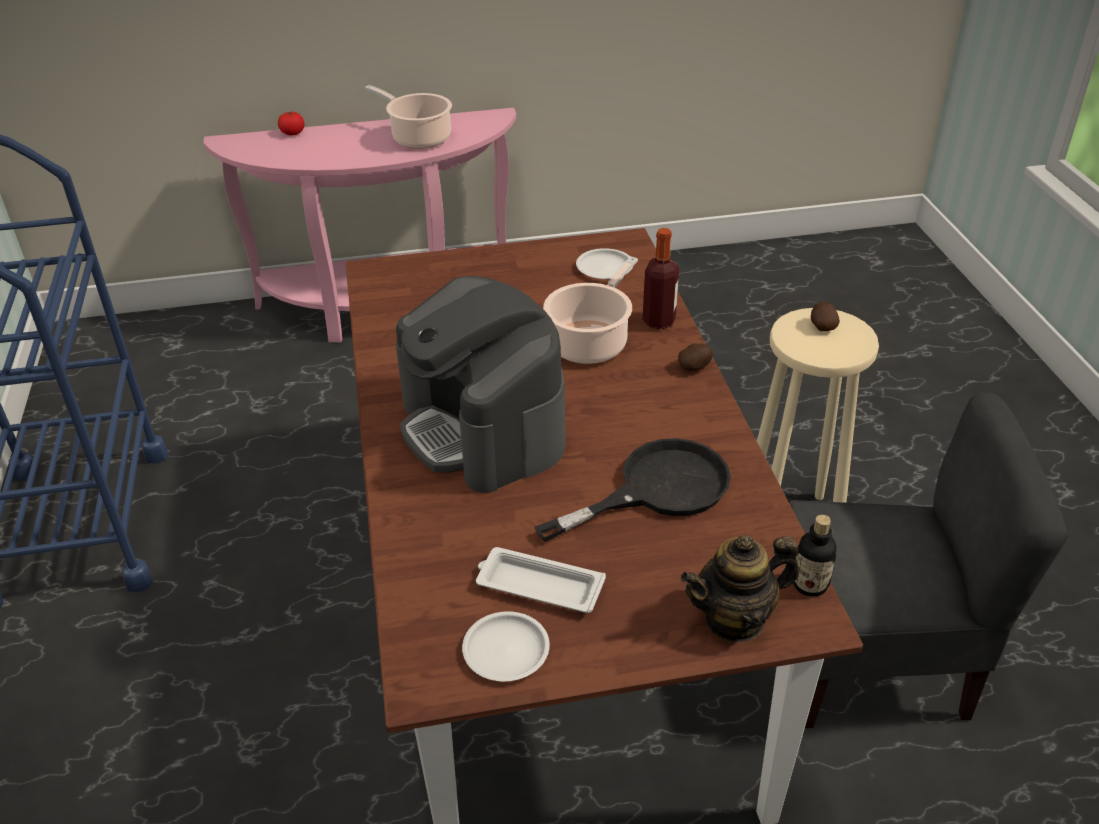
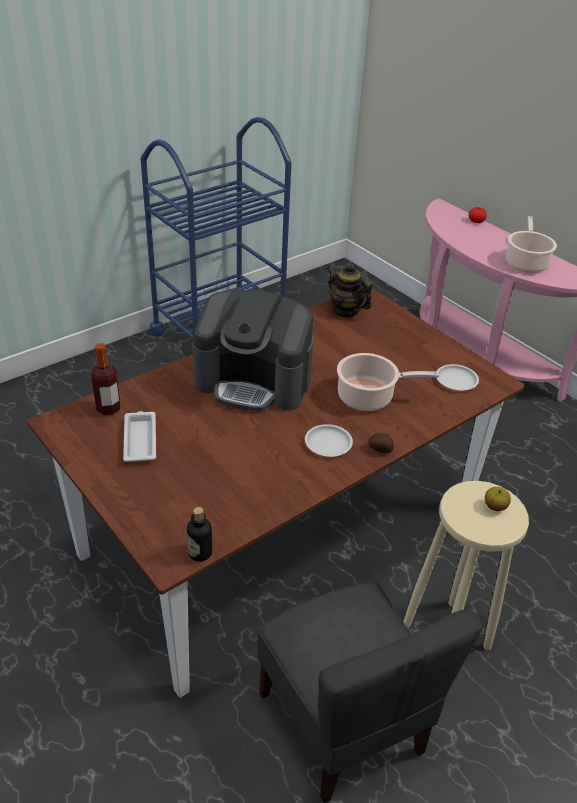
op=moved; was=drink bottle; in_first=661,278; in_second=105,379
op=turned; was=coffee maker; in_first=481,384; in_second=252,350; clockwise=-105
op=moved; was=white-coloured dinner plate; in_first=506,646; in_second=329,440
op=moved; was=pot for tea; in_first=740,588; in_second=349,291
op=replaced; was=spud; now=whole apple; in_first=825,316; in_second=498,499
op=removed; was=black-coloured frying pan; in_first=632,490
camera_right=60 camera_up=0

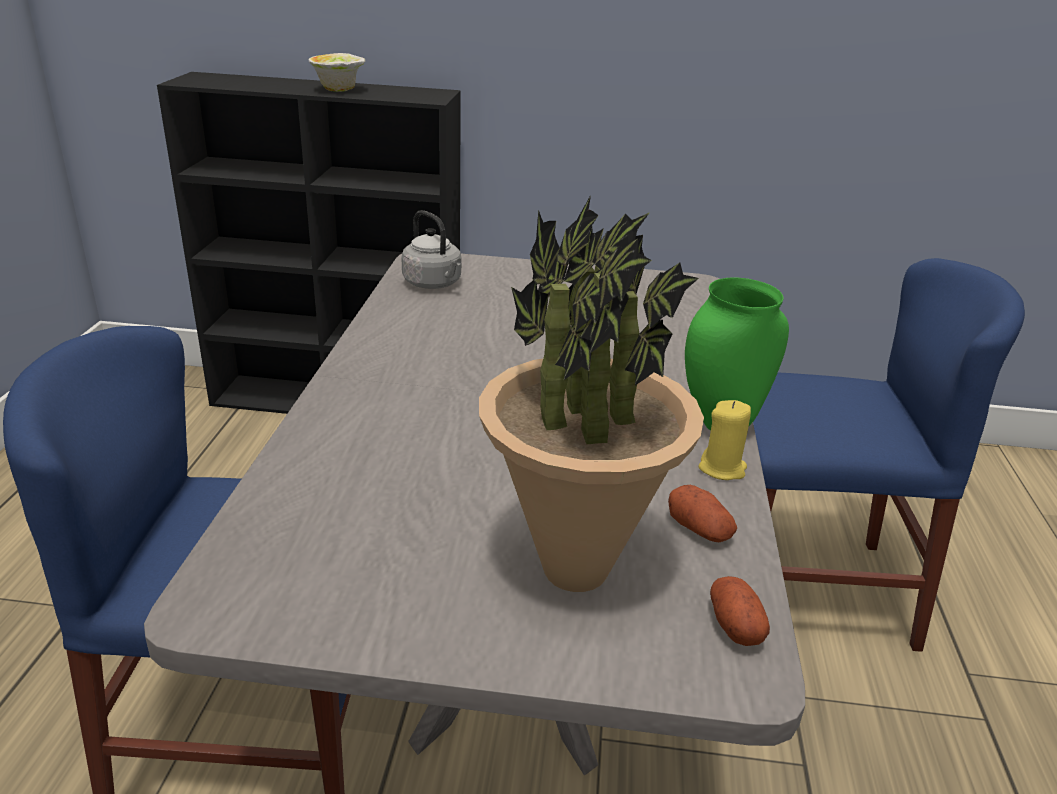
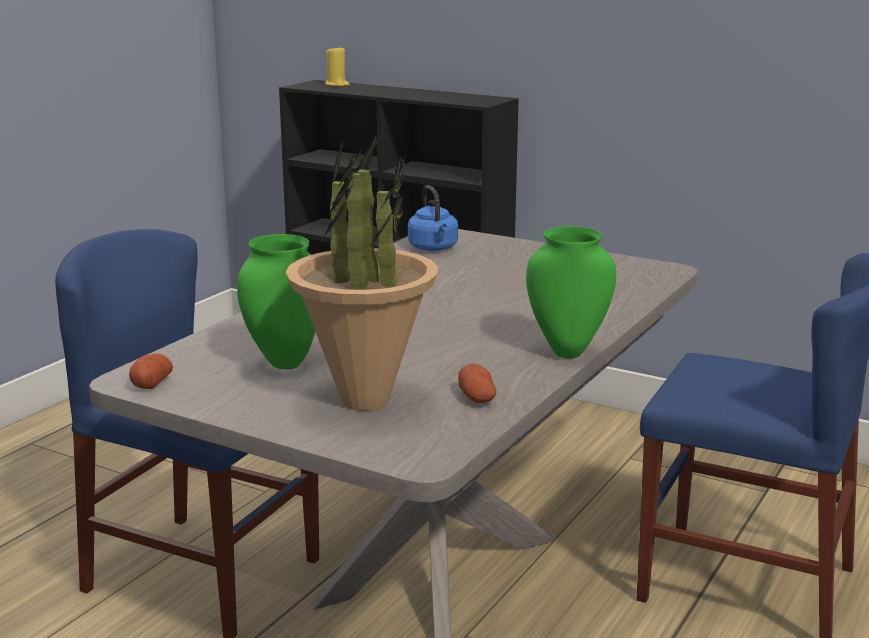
op=moved; was=spud; in_first=740,611; in_second=151,371
op=added; now=green-coloured decorative vase; in_second=276,301
op=moved; was=yellowish candle; in_first=724,440; in_second=337,65
op=recoloured; was=gray tea kettle; now=bluish tea kettle; in_first=431,249; in_second=433,218
op=removed; was=serving bowl; in_first=336,72
camera_right=25 camera_up=-10

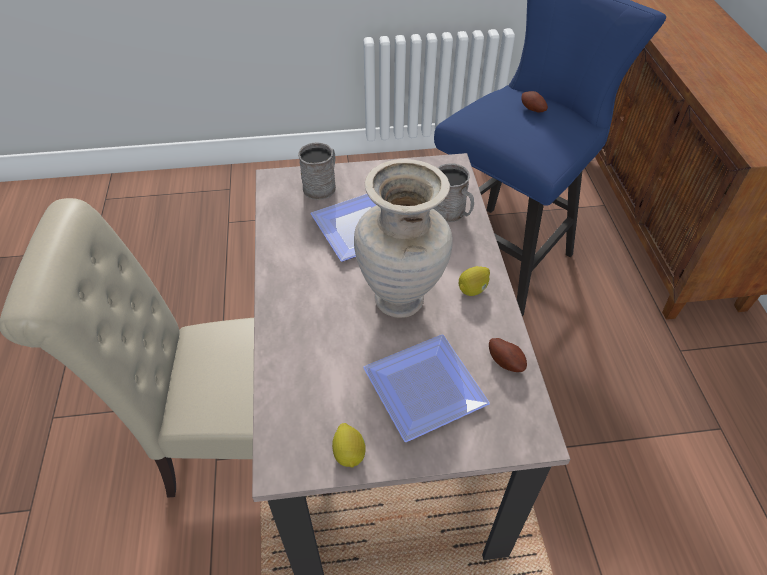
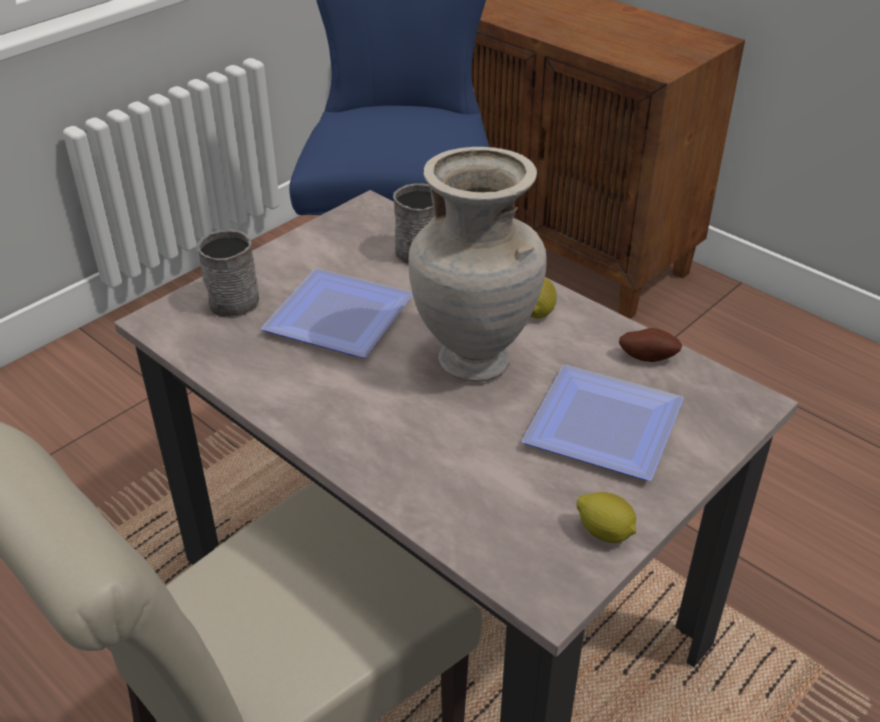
op=removed; was=spud; in_first=534,101
camera_right=-40 camera_up=-10

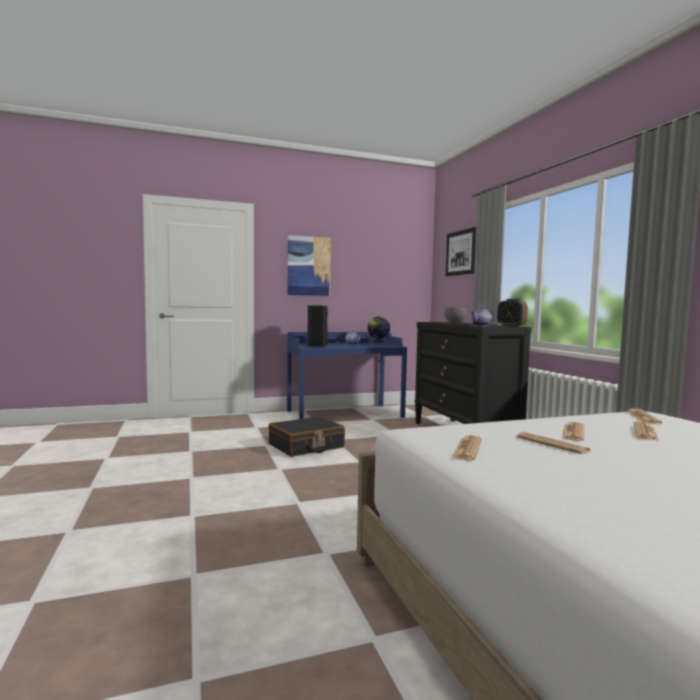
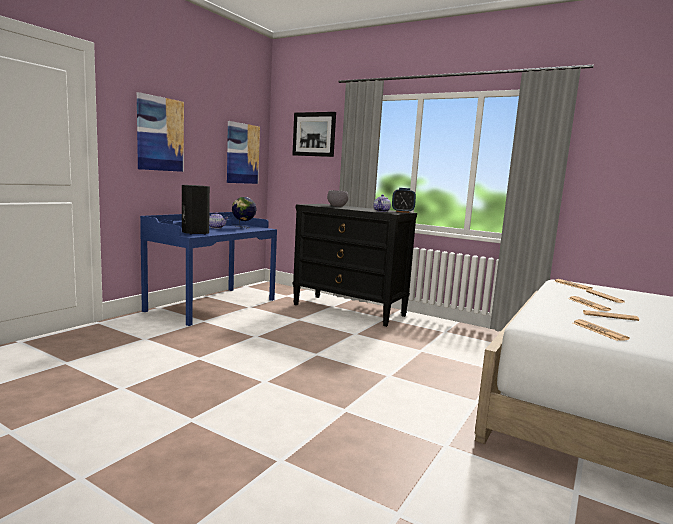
op=added; now=wall picture; in_second=243,152
op=removed; was=black-coloured suitcase; in_first=306,436
camera_right=-40 camera_up=5

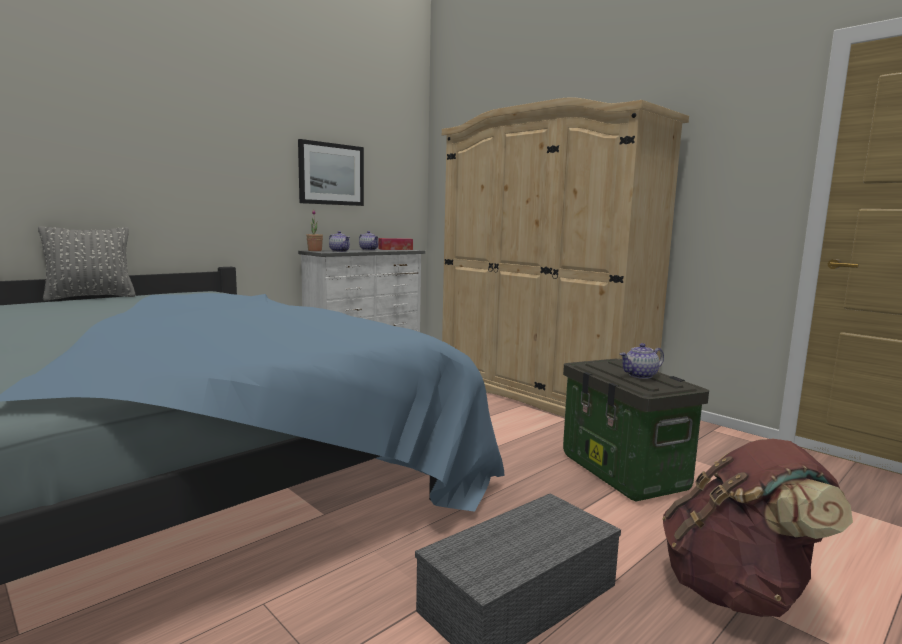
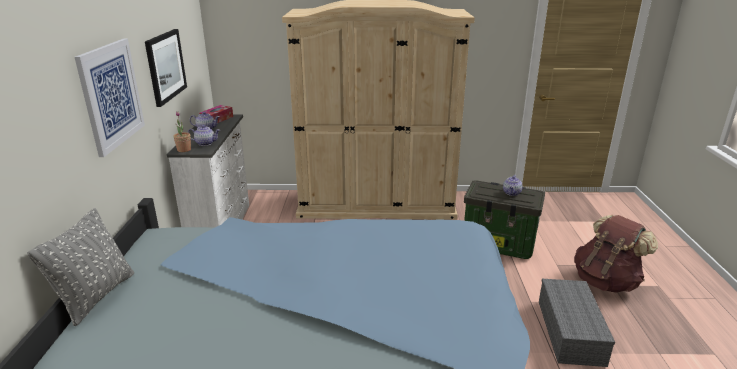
op=added; now=wall picture; in_second=110,98
camera_right=-45 camera_up=15

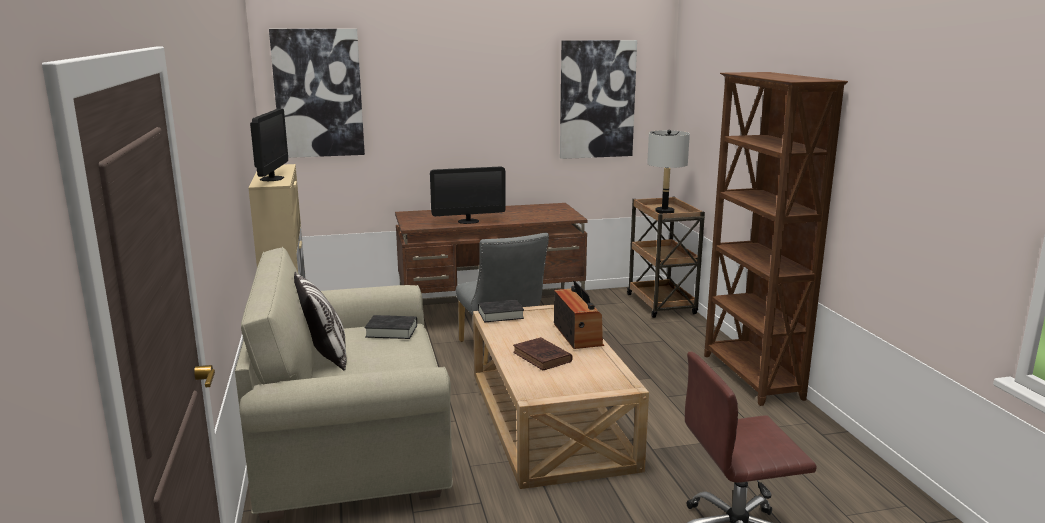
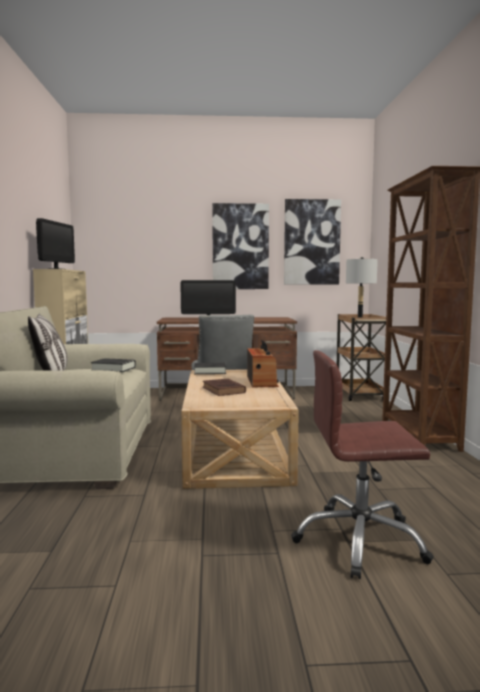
op=moved; was=wall picture; in_first=317,93; in_second=240,246
camera_right=10 camera_up=-10

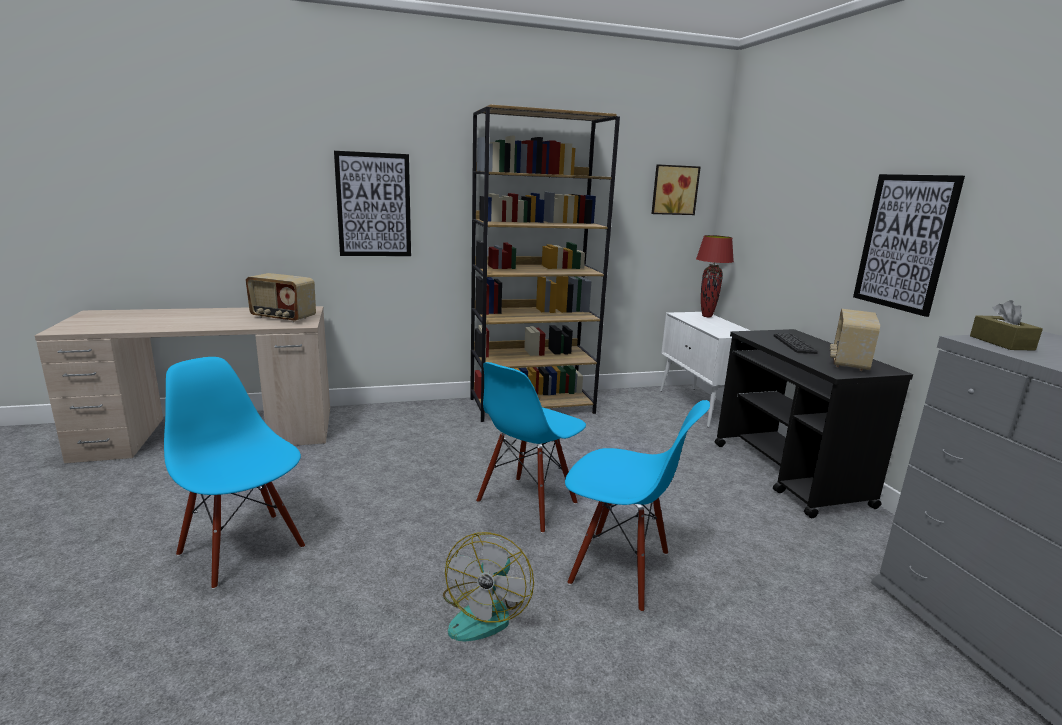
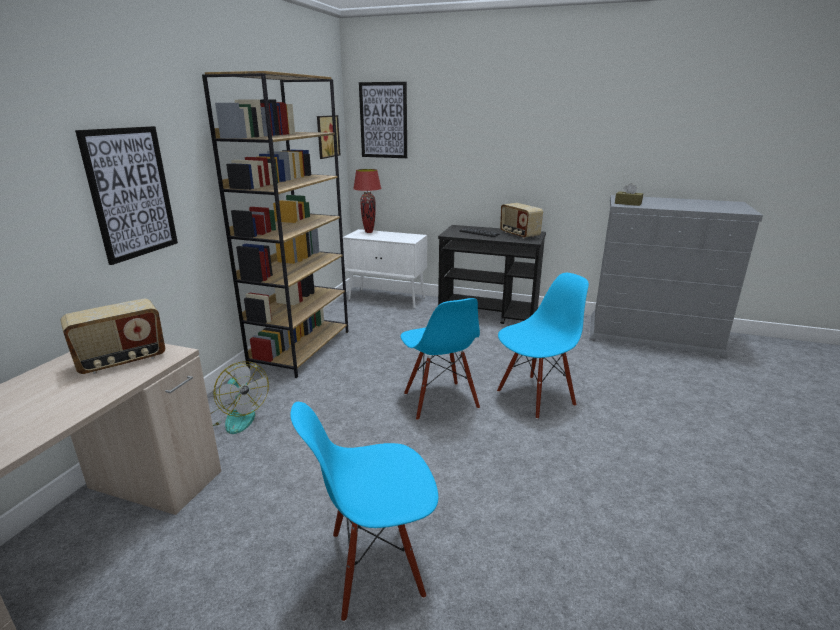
op=moved; was=electric fan; in_first=488,586; in_second=239,398
op=moved; was=wall picture; in_first=909,245; in_second=383,120
camera_right=-55 camera_up=5

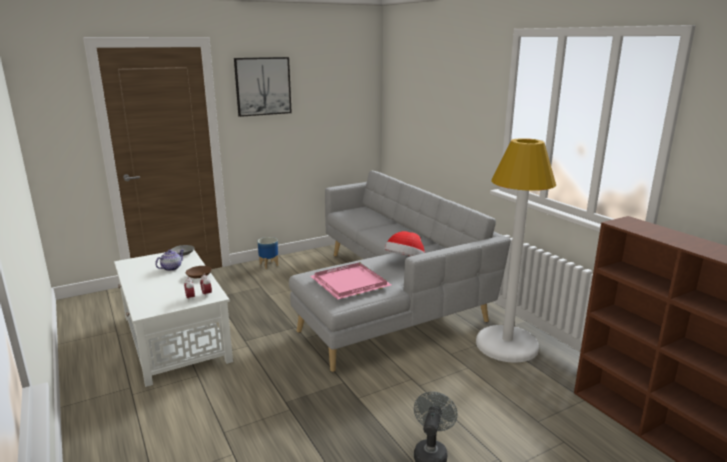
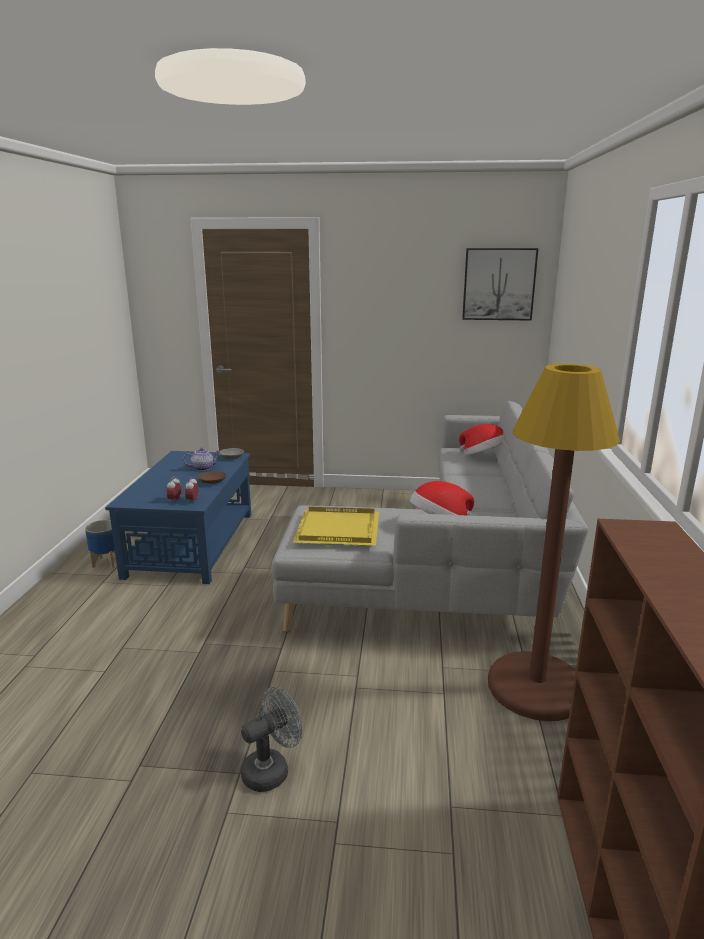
op=moved; was=planter; in_first=268,253; in_second=100,544
op=recoloured; was=white-coloured coffee table; now=bluish coffee table; in_first=173,318; in_second=178,517
op=recoloured; was=pinkish serving tray; now=yellowish serving tray; in_first=350,281; in_second=336,526
op=added; now=hat; in_second=481,440
op=moved; was=wall picture; in_first=263,87; in_second=500,284
op=recoloured; was=white-coloured floor lamp; now=brown-coloured floor lamp; in_first=516,250; in_second=554,542
camera_right=35 camera_up=0

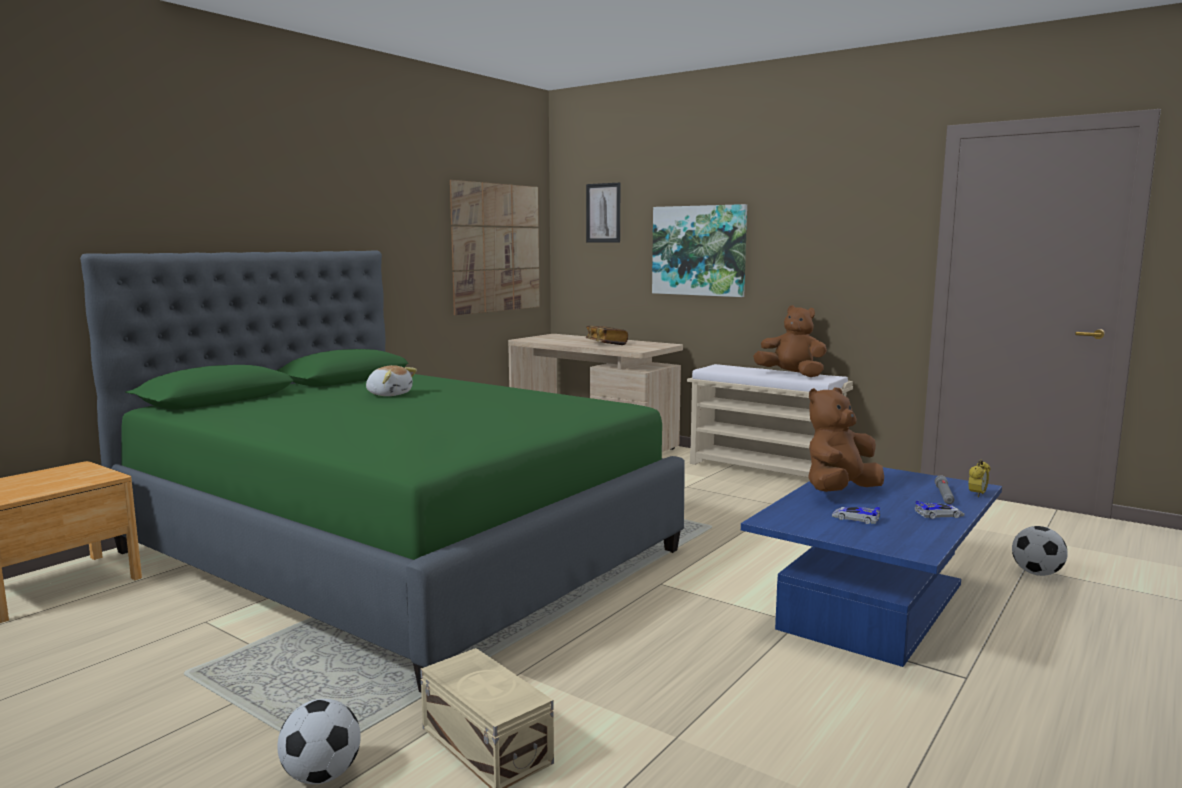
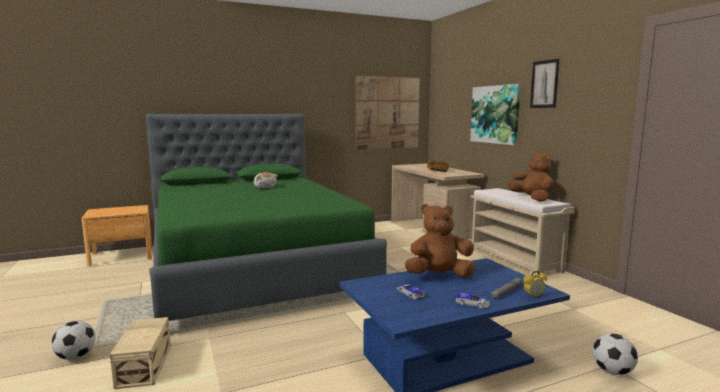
op=moved; was=wall picture; in_first=603,213; in_second=544,83
camera_right=30 camera_up=0

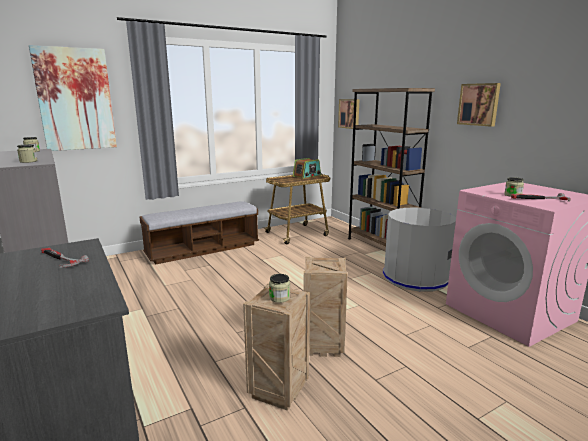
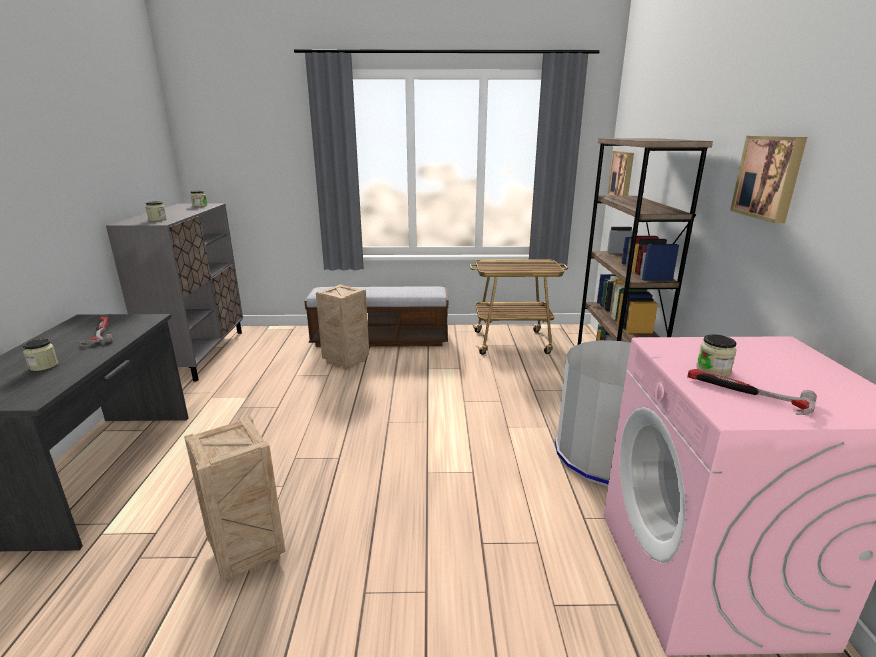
op=moved; was=preserve jar; in_first=279,288; in_second=40,355
op=moved; was=shipping crate; in_first=326,307; in_second=342,327
op=removed; was=wall picture; in_first=73,98
op=removed; was=radio receiver; in_first=307,168
camera_right=30 camera_up=5

